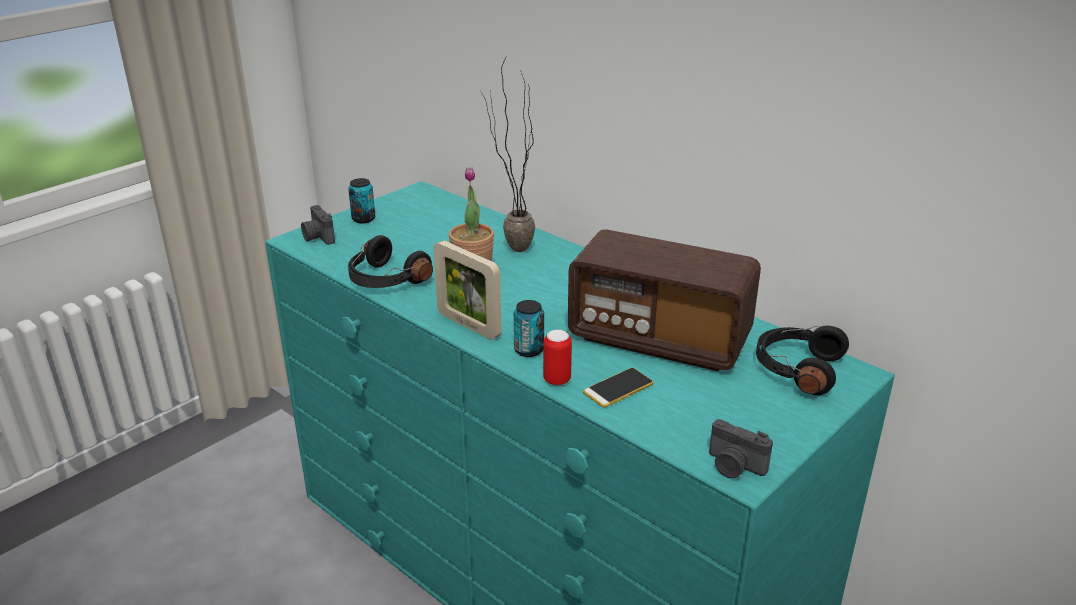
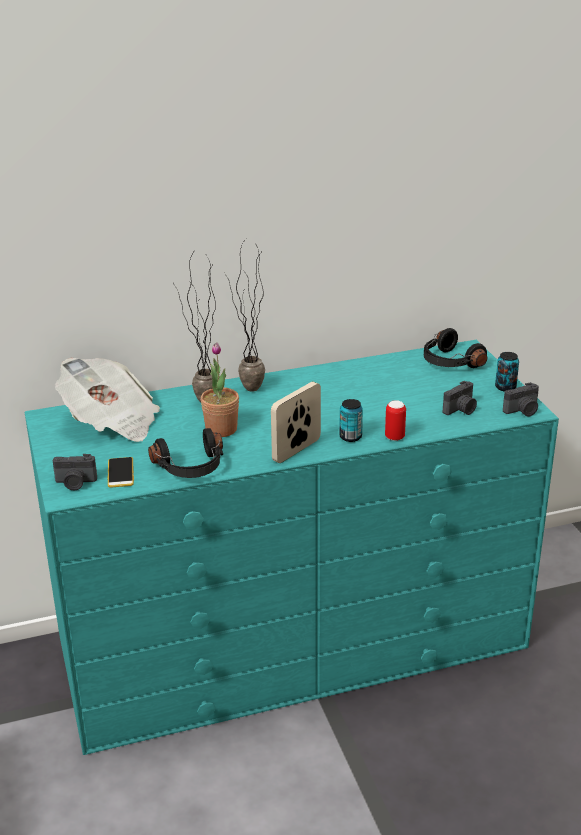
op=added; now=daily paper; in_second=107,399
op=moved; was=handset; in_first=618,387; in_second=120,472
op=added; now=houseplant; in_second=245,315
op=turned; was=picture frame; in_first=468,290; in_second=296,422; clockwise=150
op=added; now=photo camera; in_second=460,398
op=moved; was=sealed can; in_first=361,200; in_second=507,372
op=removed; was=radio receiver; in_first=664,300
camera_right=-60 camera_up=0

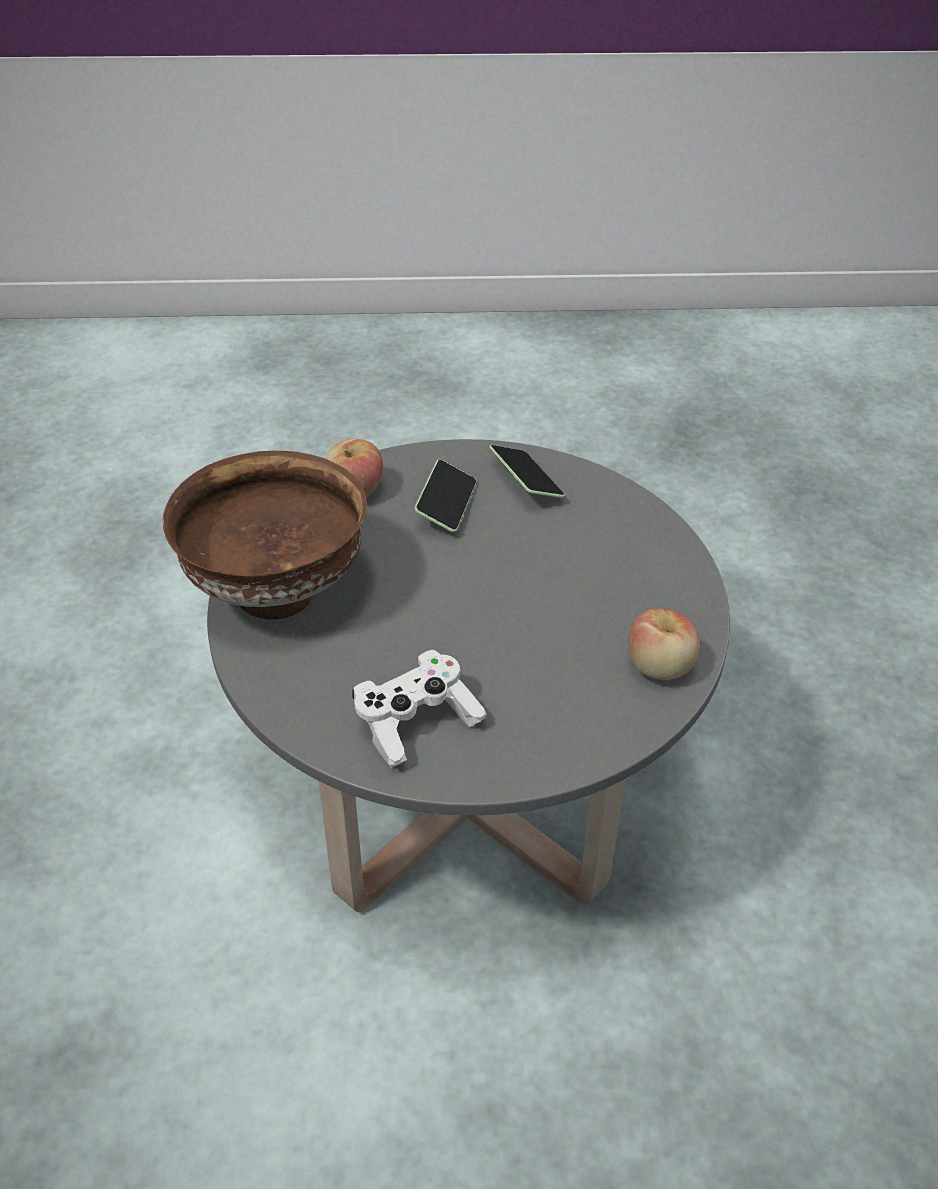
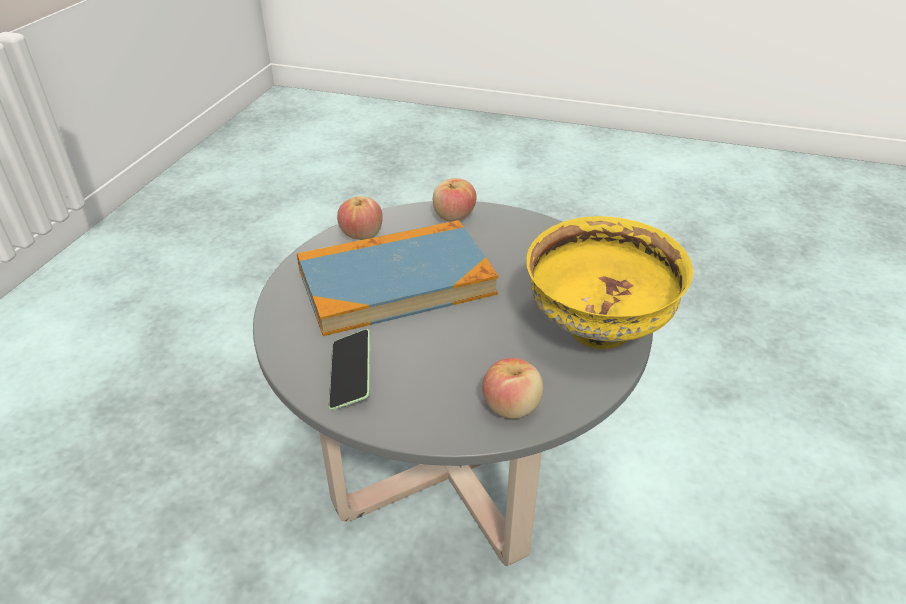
op=added; now=bound book; in_second=398,278
op=added; now=whole apple; in_second=455,200
op=recoloured; was=brown-coloured serving bowl; now=yellowish serving bowl; in_first=265,535; in_second=609,282
op=removed; was=white-coloured gamepad; in_first=419,709
op=removed; was=handset; in_first=445,495
camera_right=-160 camera_up=-5

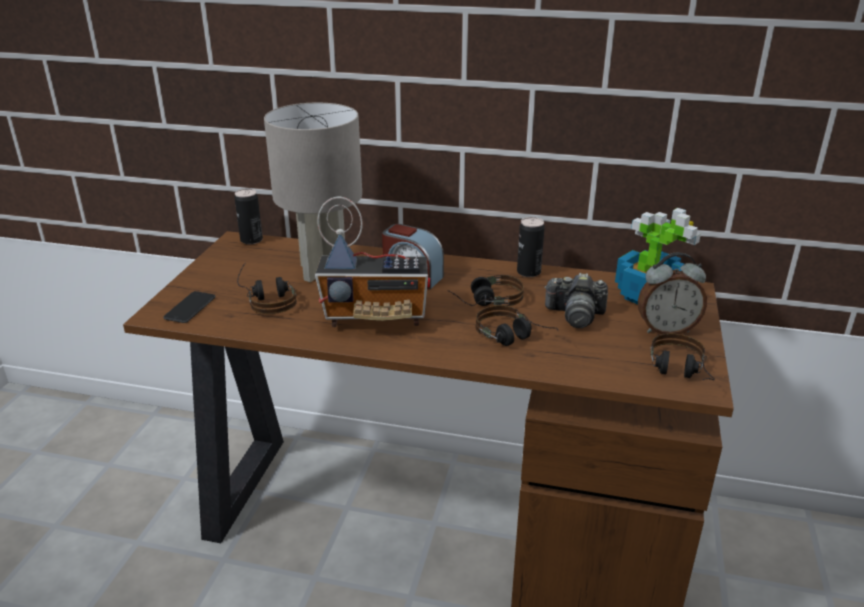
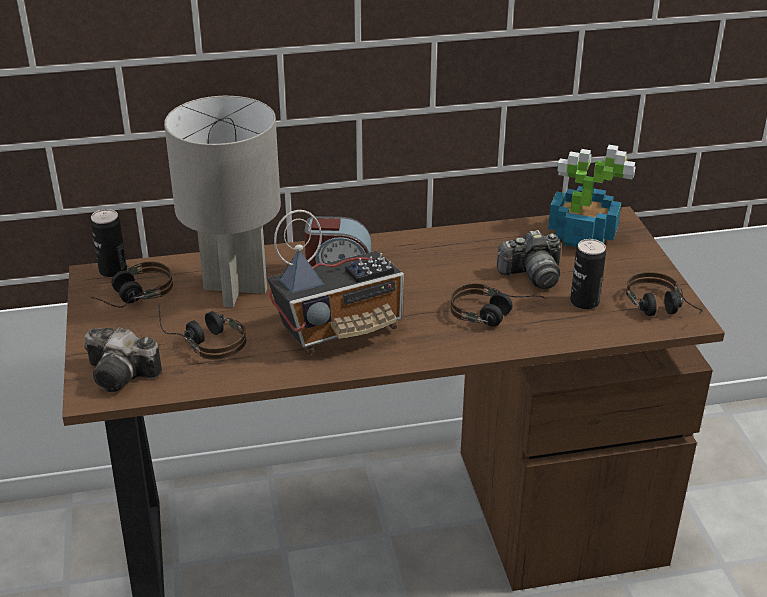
op=replaced; was=handset; now=photo camera; in_first=189,307; in_second=123,359
op=moved; was=pair of headphones; in_first=485,290; in_second=132,285
op=moved; was=sealed can; in_first=531,247; in_second=588,274
op=removed; was=bedside clock; in_first=672,293
camera_right=-25 camera_up=5

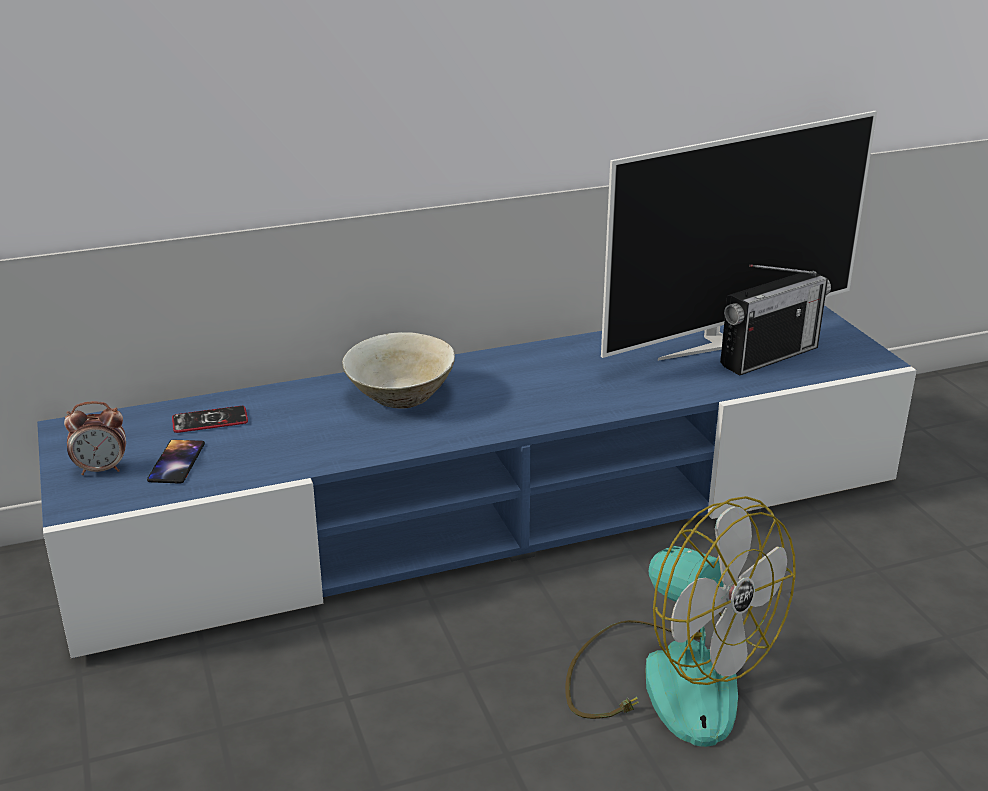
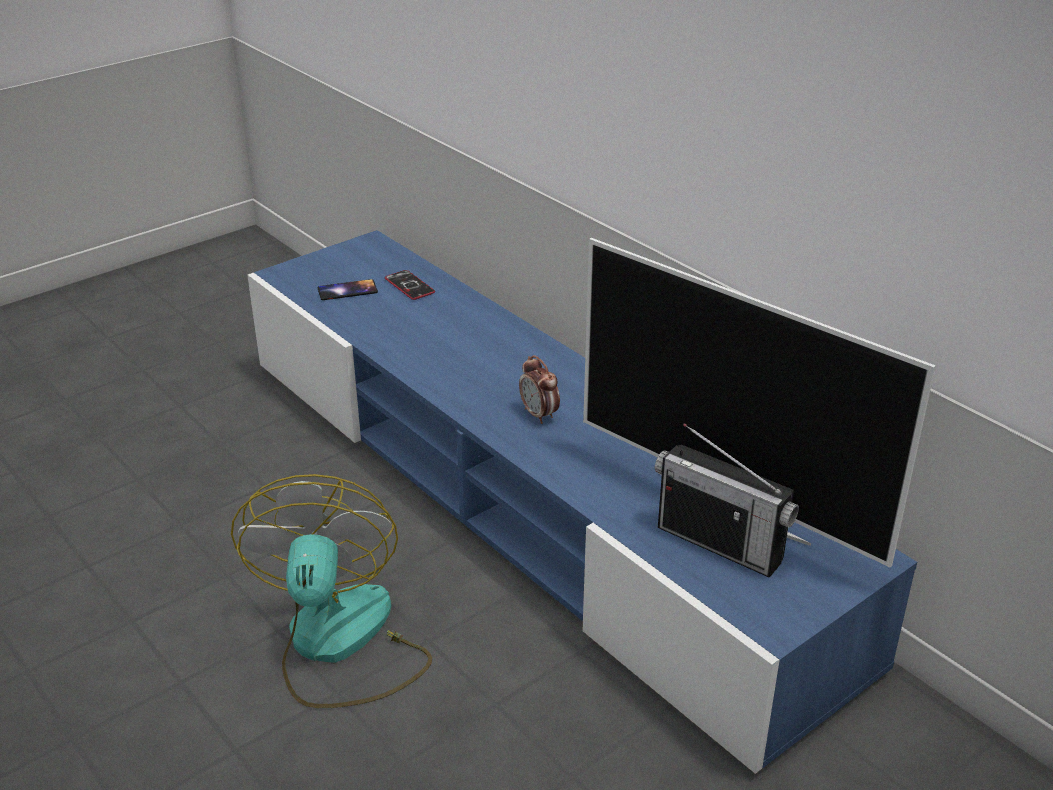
op=turned; was=electric fan; in_first=680,621; in_second=331,591; clockwise=150
op=moved; was=bedside clock; in_first=95,438; in_second=539,389
op=removed; was=beige serving bowl; in_first=398,370
camera_right=70 camera_up=5

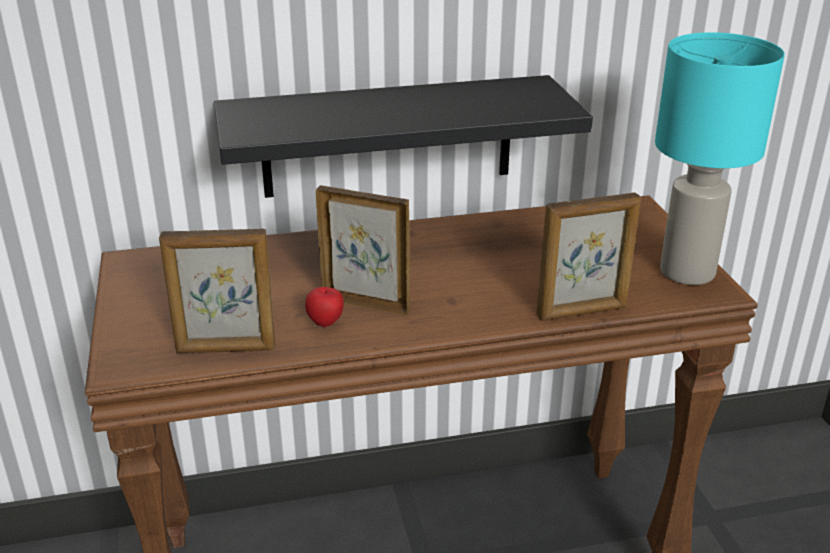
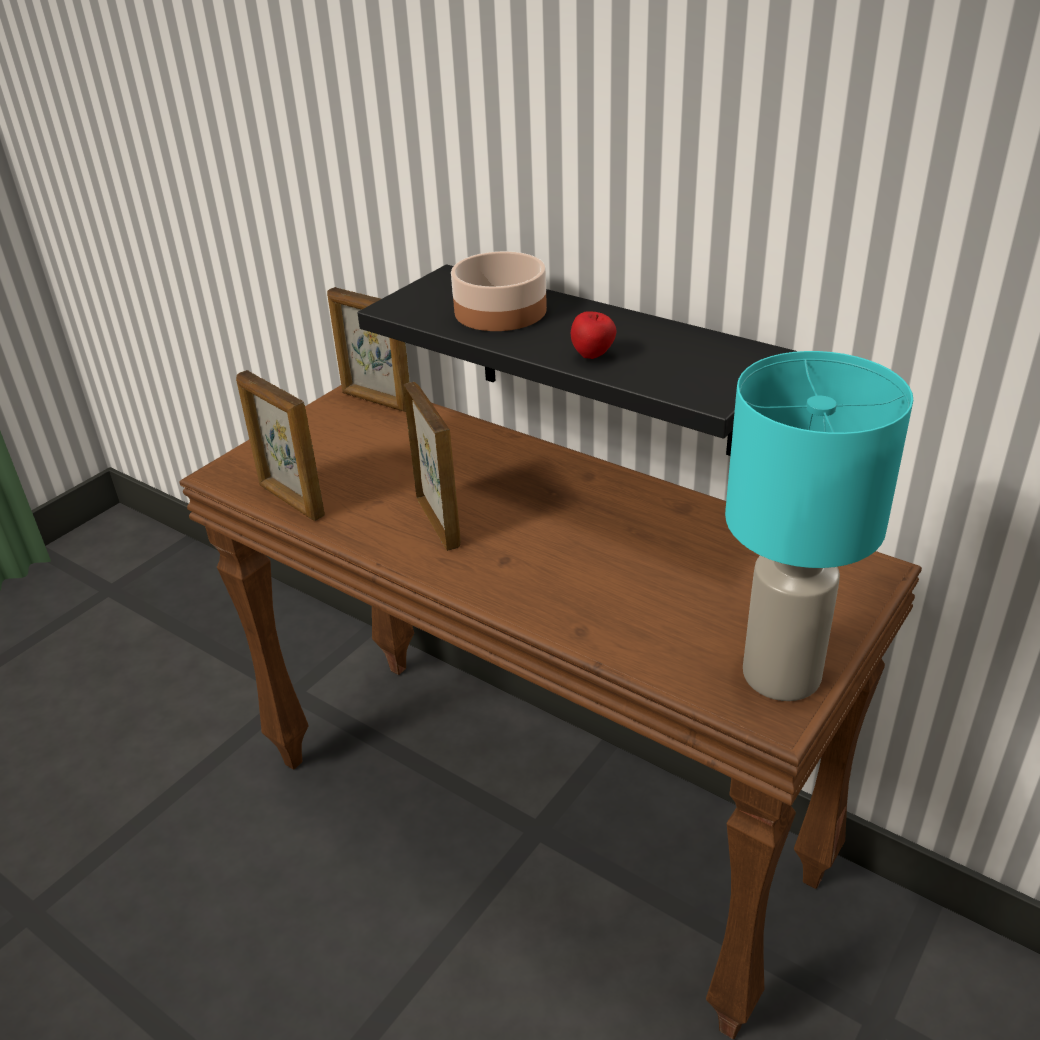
op=moved; was=picture frame; in_first=589,257; in_second=368,349
op=added; now=serving bowl; in_second=499,291
op=moved; was=whole apple; in_first=324,307; in_second=593,335
camera_right=50 camera_up=5

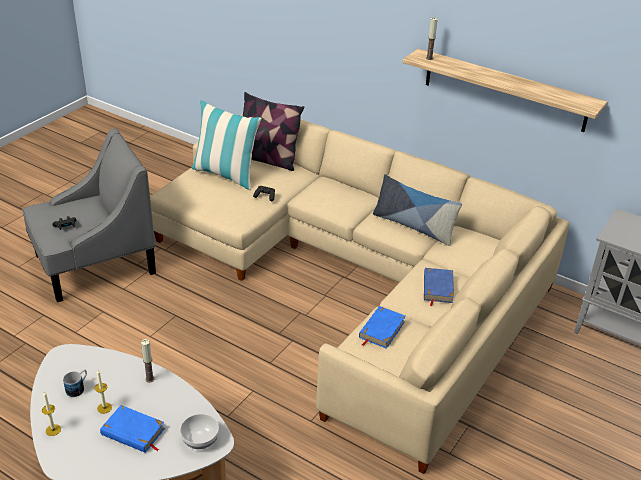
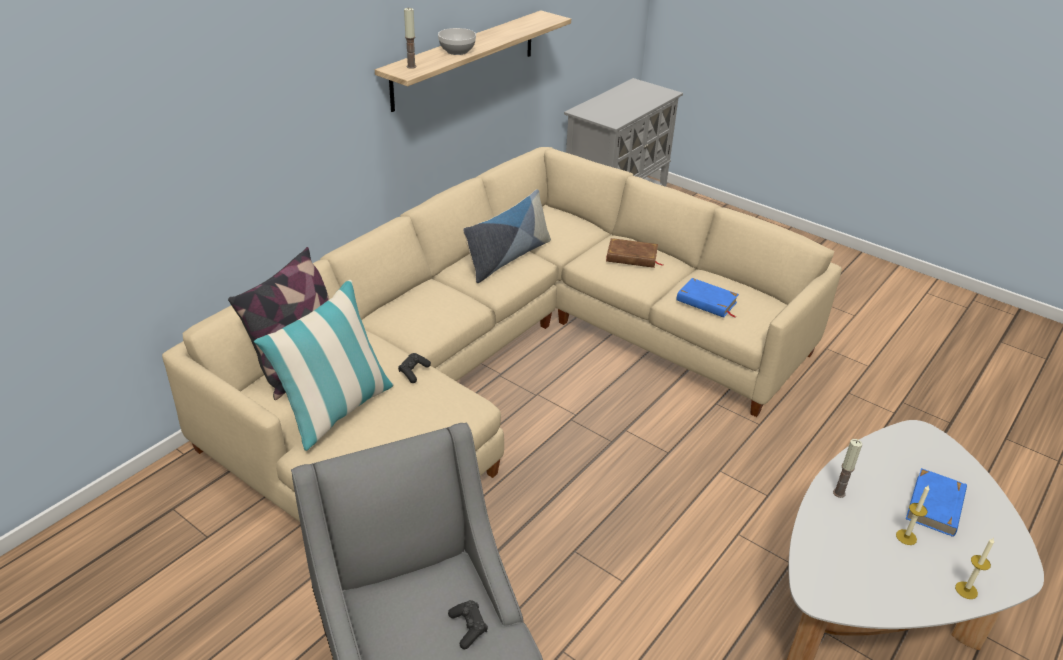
op=moved; was=serving bowl; in_first=199,431; in_second=457,41
op=recoloured; was=bluish bound book; now=brown-coloured bound book; in_first=439,287; in_second=634,253
op=removed; was=mug; in_first=75,383
camera_right=-85 camera_up=0

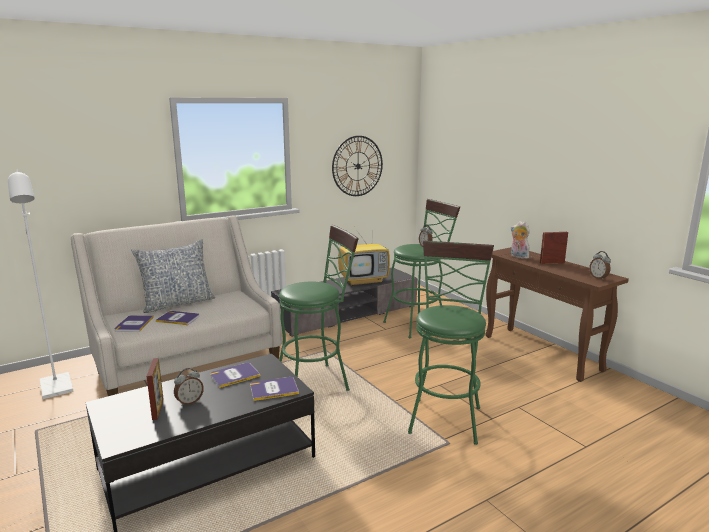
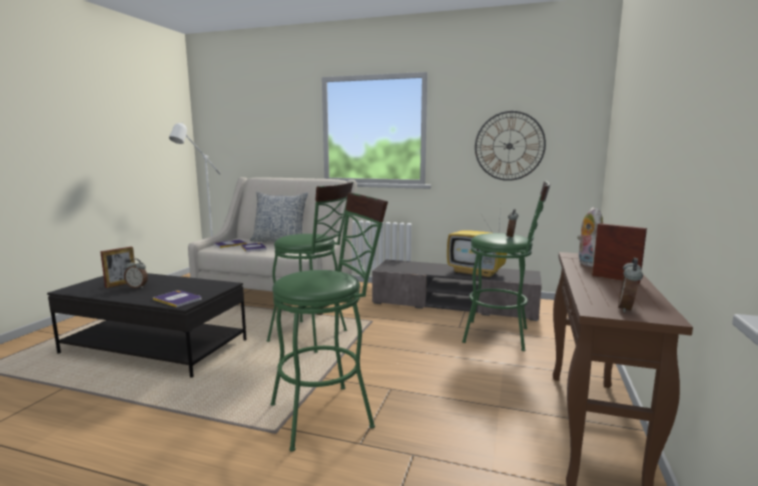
op=removed; was=bound book; in_first=235,375
camera_right=50 camera_up=-5

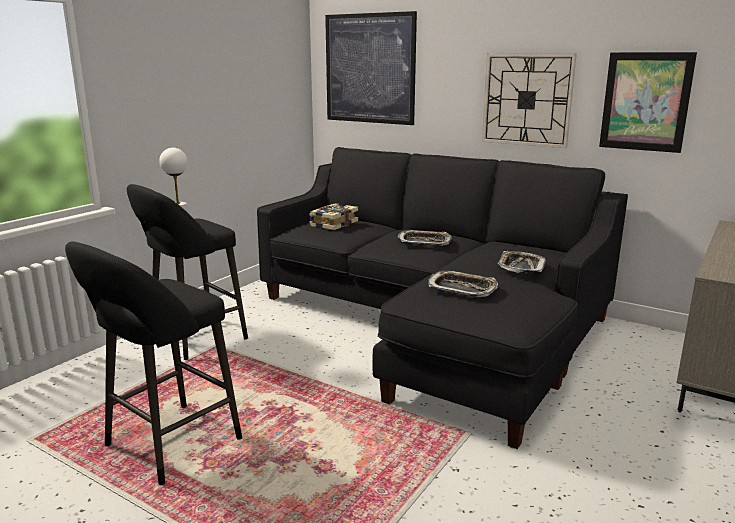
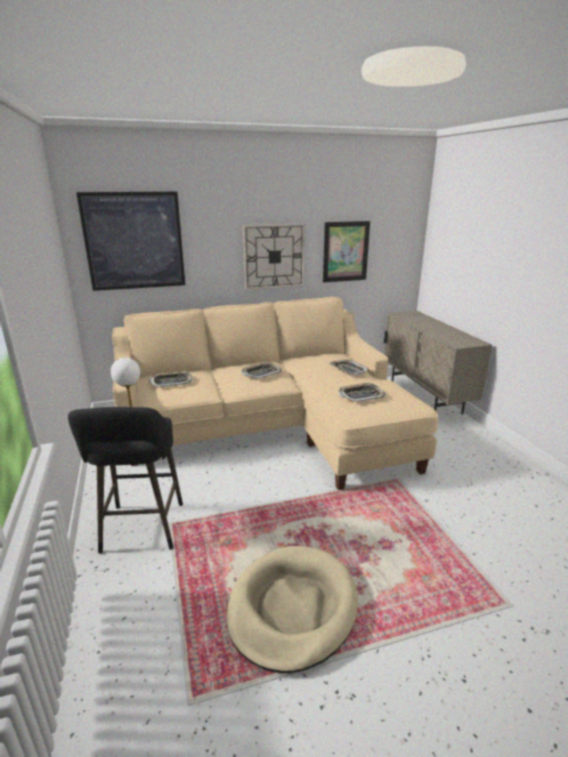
op=recoloured; was=black-coloured couch; now=beige couch; in_first=442,298; in_second=275,393
op=replaced; was=bound book; now=serving tray; in_first=333,216; in_second=170,379
op=replaced; was=black-coloured stool seat; now=beige pet bed; in_first=153,363; in_second=292,609
camera_right=-50 camera_up=5

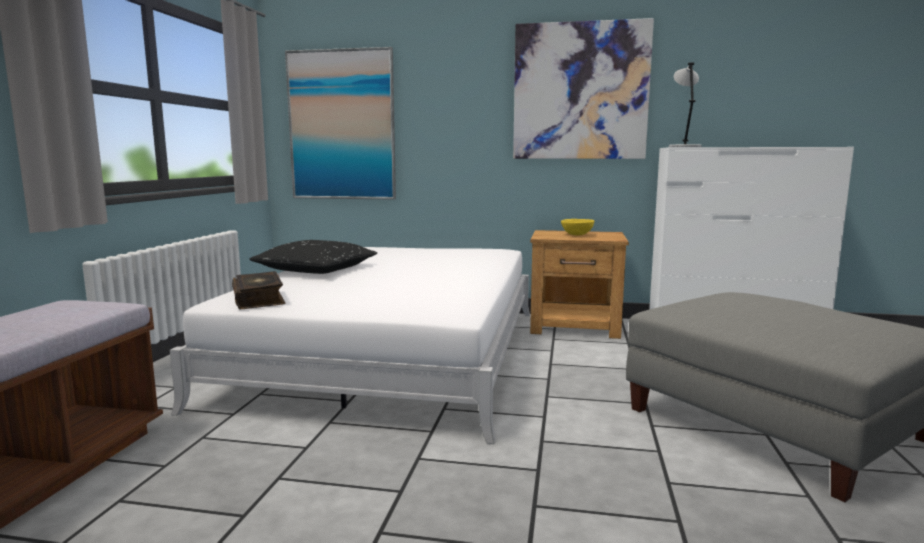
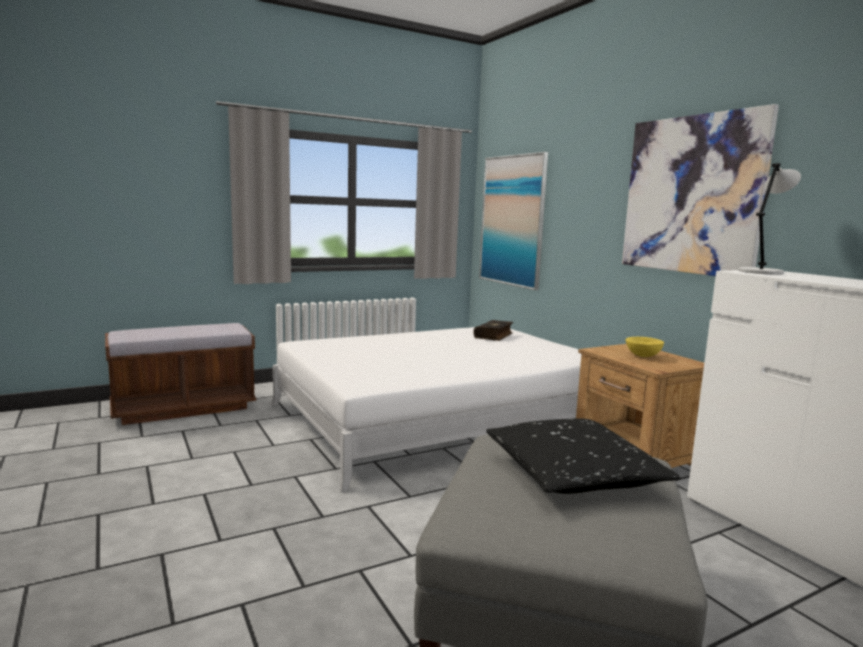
op=moved; was=bound book; in_first=259,290; in_second=493,330
op=moved; was=black-coloured cushion; in_first=313,257; in_second=583,456
camera_right=50 camera_up=0

